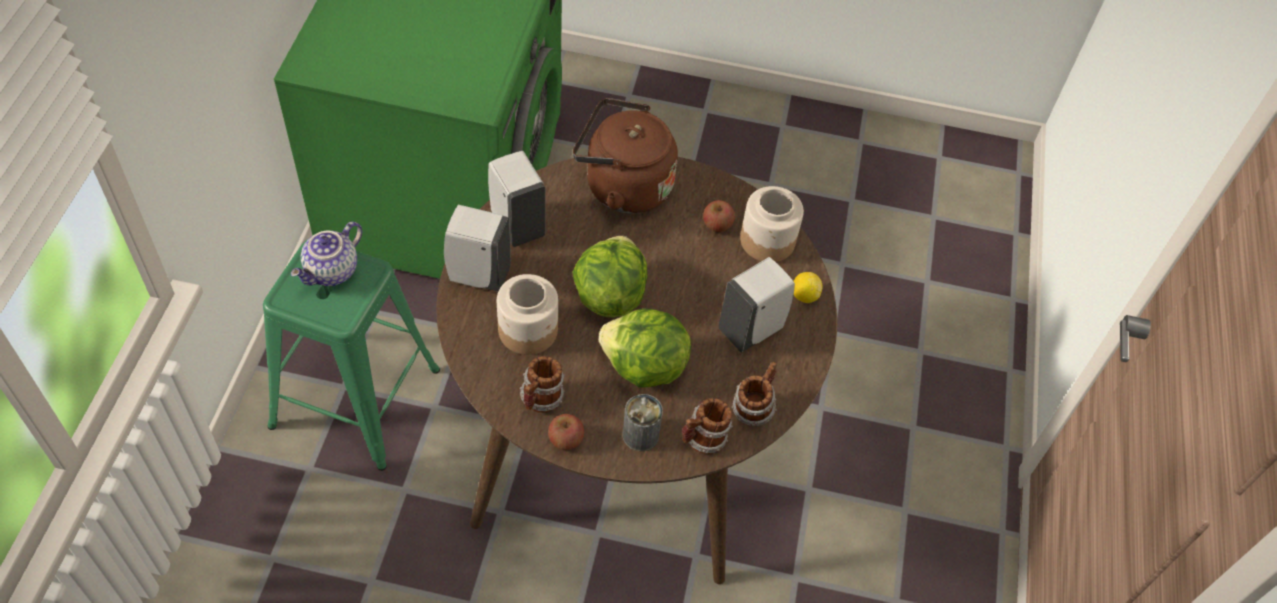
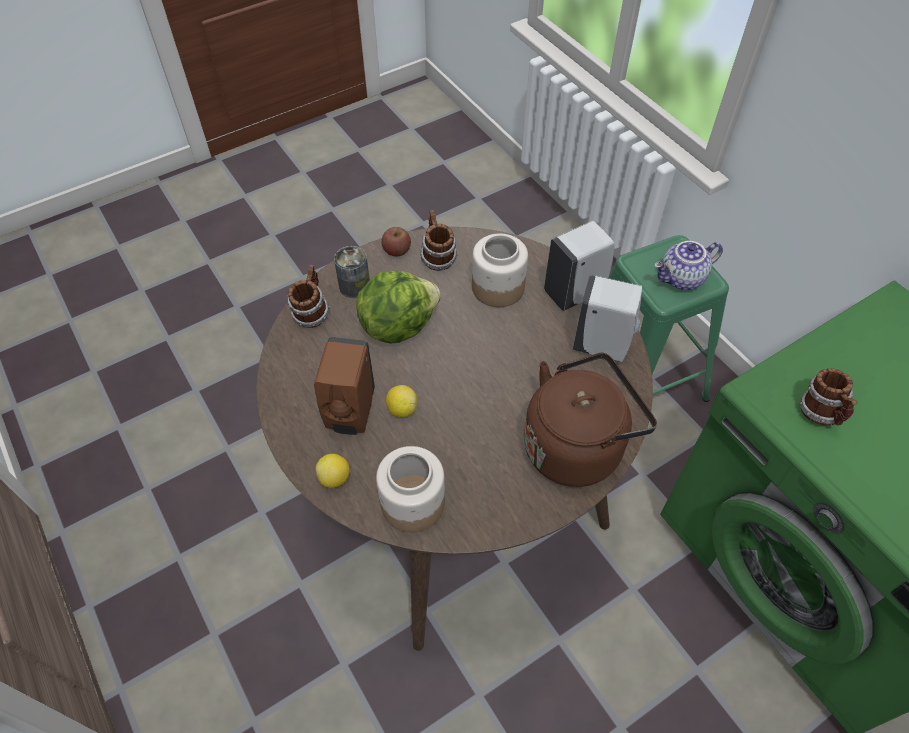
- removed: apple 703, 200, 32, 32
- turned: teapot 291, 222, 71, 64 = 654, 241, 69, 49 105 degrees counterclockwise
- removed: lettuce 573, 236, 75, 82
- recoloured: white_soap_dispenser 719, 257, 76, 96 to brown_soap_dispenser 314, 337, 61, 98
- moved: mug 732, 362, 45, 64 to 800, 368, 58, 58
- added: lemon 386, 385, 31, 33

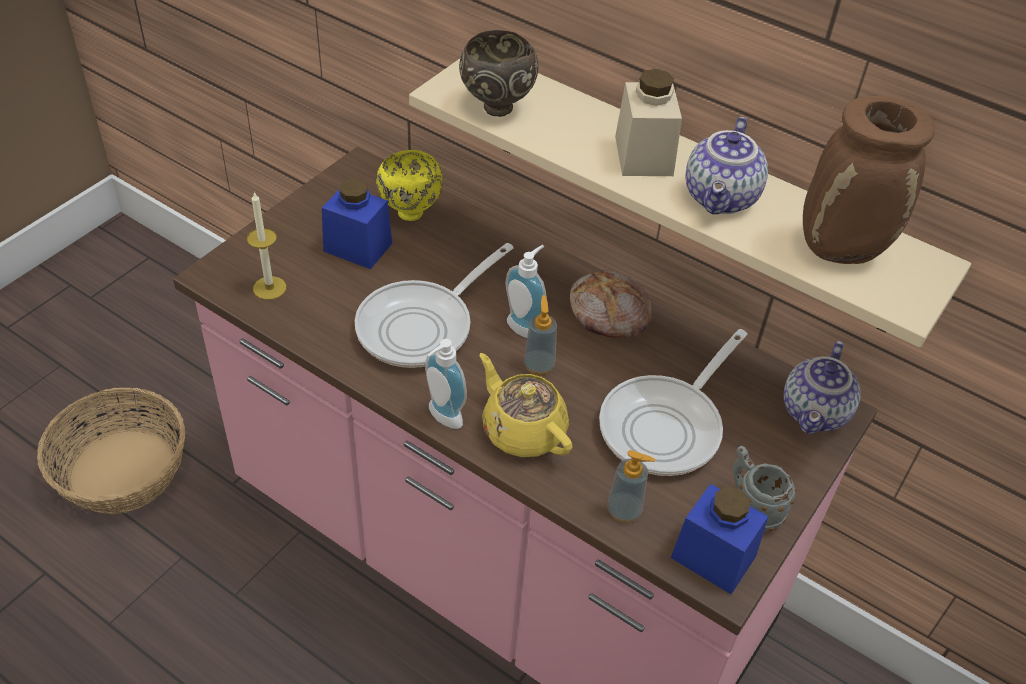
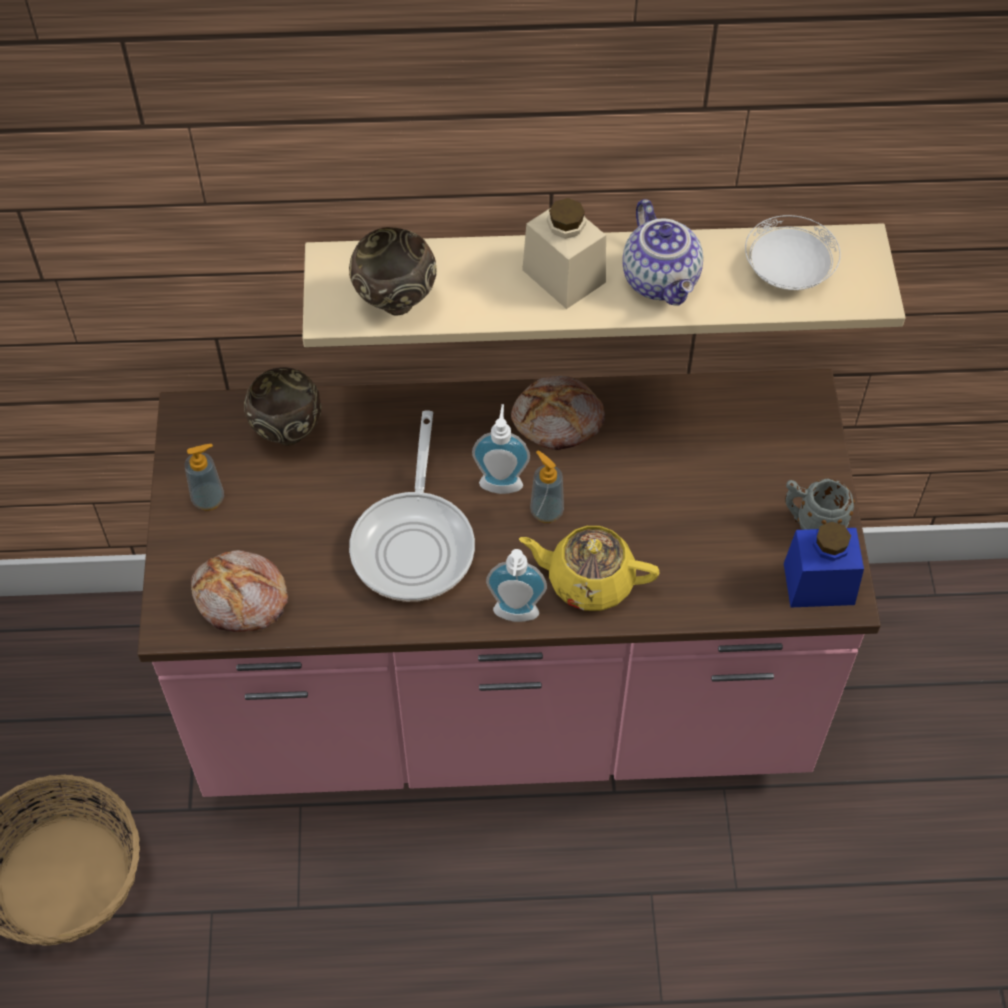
- replaced: brown_vase 803, 96, 132, 168 to white_plate 745, 215, 96, 75
- recoloured: yellow_bowl 376, 150, 67, 71 to brown_bowl 244, 367, 78, 79
- removed: blue_jar 322, 179, 70, 90
- replaced: candle 247, 192, 39, 108 to bread 191, 550, 97, 82
- removed: frying_pan 599, 329, 149, 147
- removed: teapot 783, 341, 77, 93
- moved: soap_dispenser 607, 450, 48, 73 to 185, 444, 39, 67

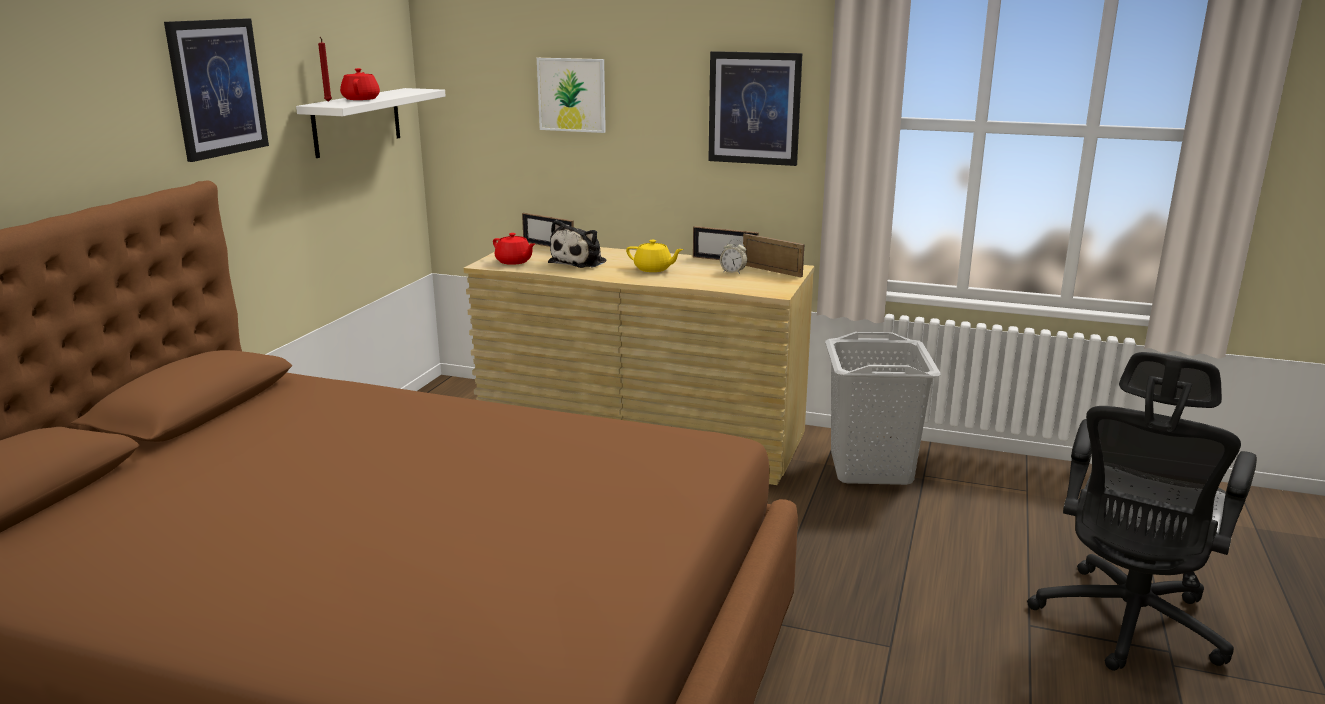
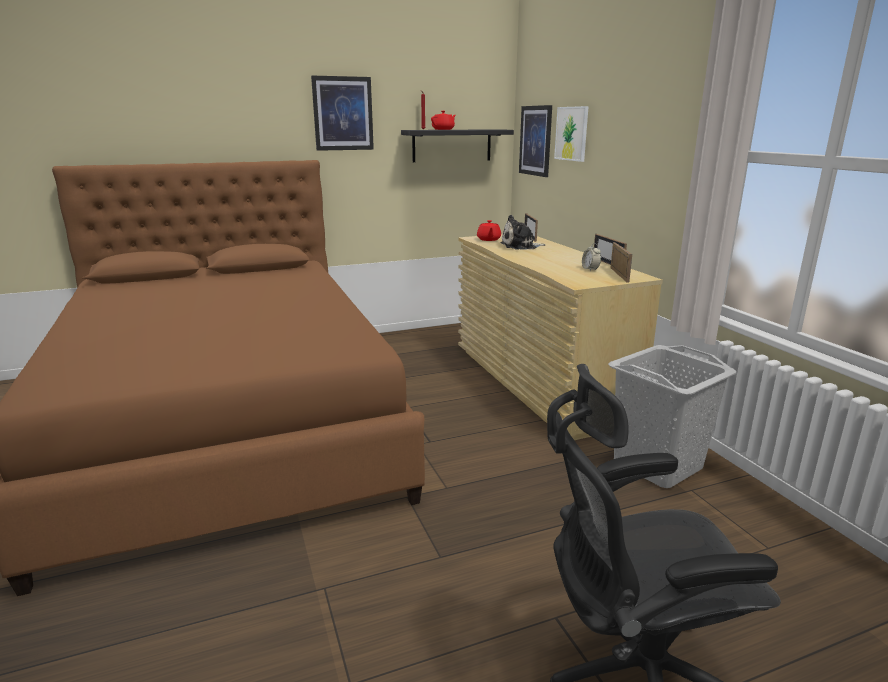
- moved: picture 708, 51, 94, 115 to 519, 105, 33, 72
- recoloured: white_shelf 296, 88, 150, 70 to black_shelf 401, 129, 113, 33
- removed: yellow_teapot 626, 240, 58, 32

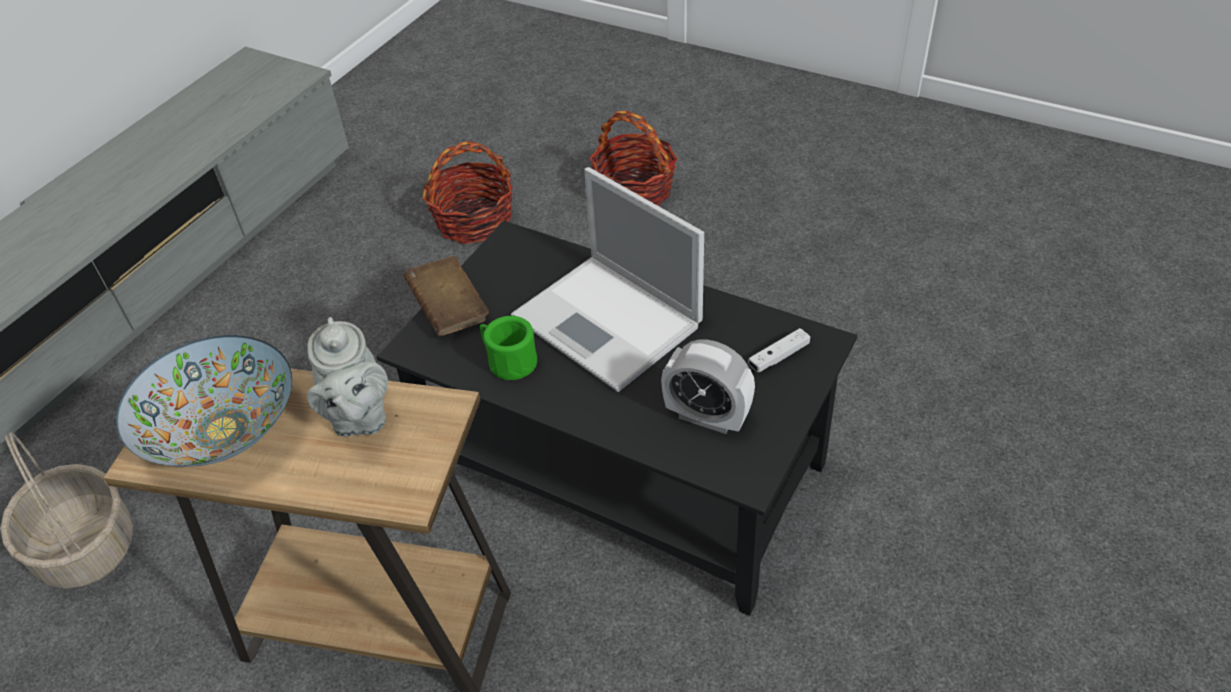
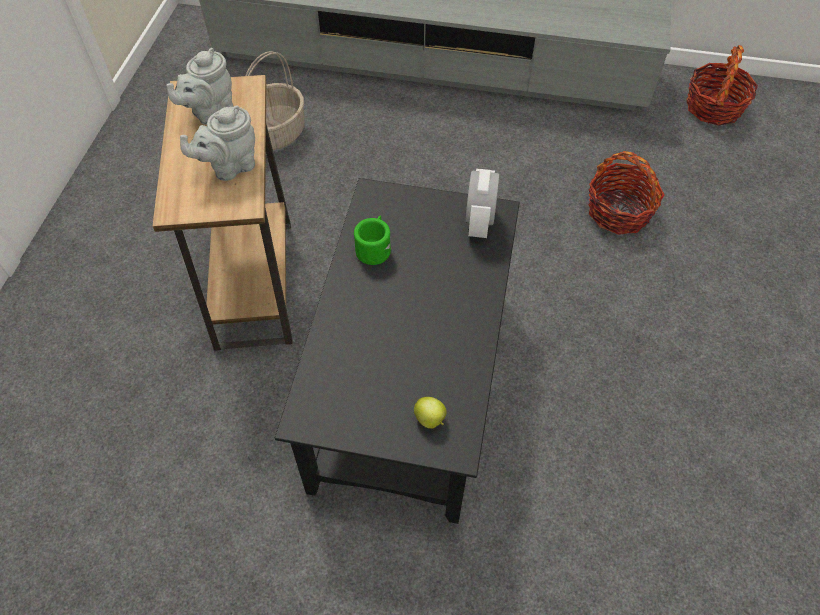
- moved: basket 589, 111, 88, 95 to 686, 45, 72, 81
- removed: laptop 511, 167, 193, 225
- removed: brown_book 404, 256, 85, 81
- replaced: white_game_controller 748, 328, 62, 45 to apple 414, 397, 33, 32
- replaced: bowl 116, 335, 176, 132 to grey_teapot 166, 48, 67, 77
- moved: alarm_clock 661, 339, 94, 95 to 465, 169, 34, 69

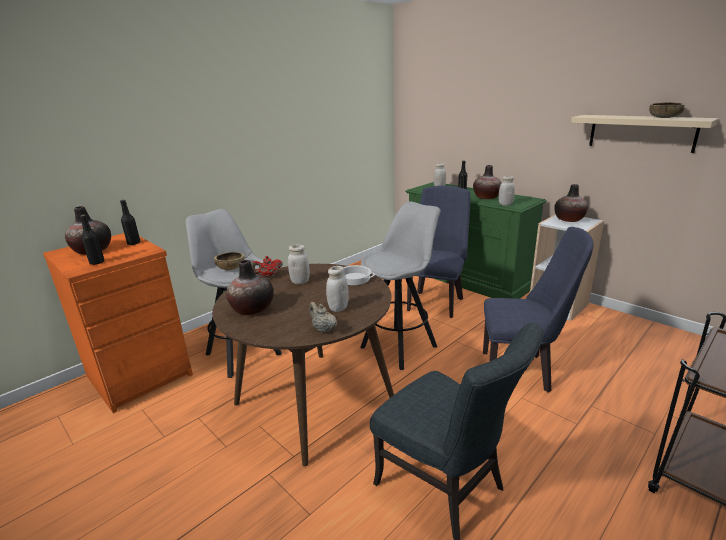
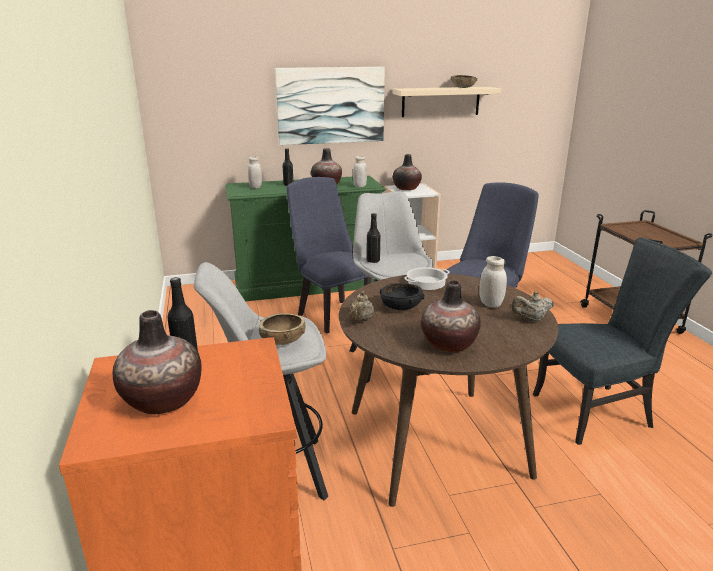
- moved: black_bottle 80, 215, 25, 50 to 366, 213, 14, 50
- replaced: white_jar 288, 245, 22, 39 to black_bowl 380, 283, 44, 27
- recoloured: red_teapot 251, 256, 32, 22 to beige_teapot 350, 291, 24, 30
- added: picture 275, 67, 110, 78

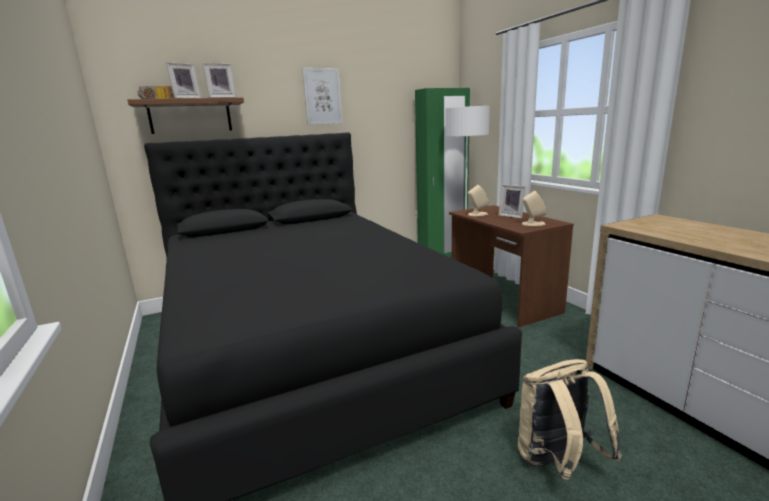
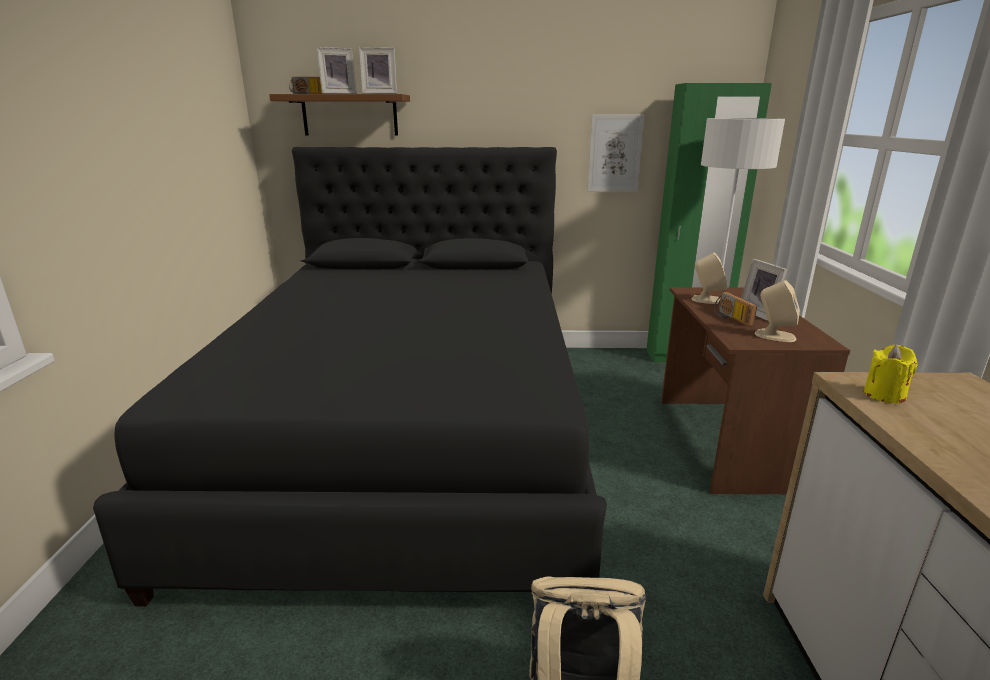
- moved: picture 302, 68, 41, 57 to 587, 115, 57, 77
- added: radio 714, 292, 43, 34
- added: yellow_candle 864, 345, 54, 59

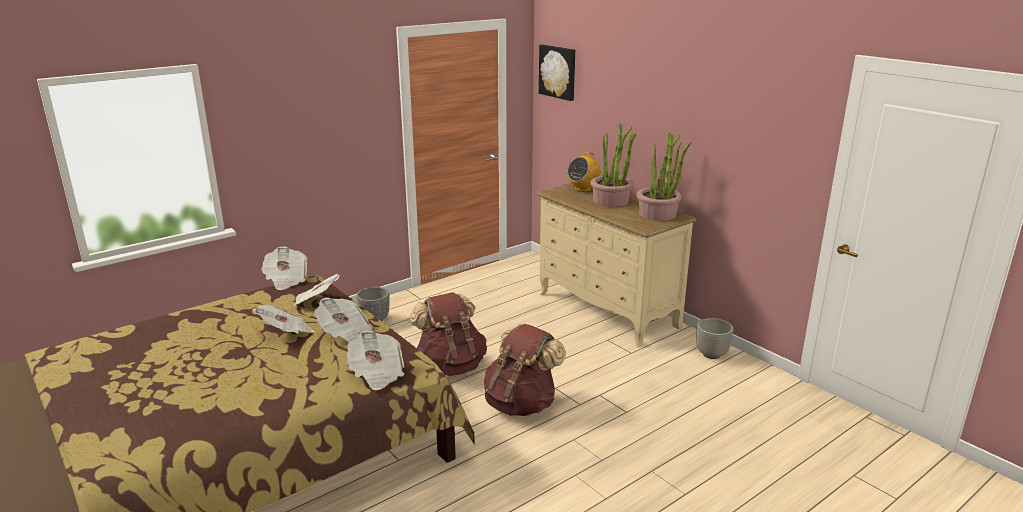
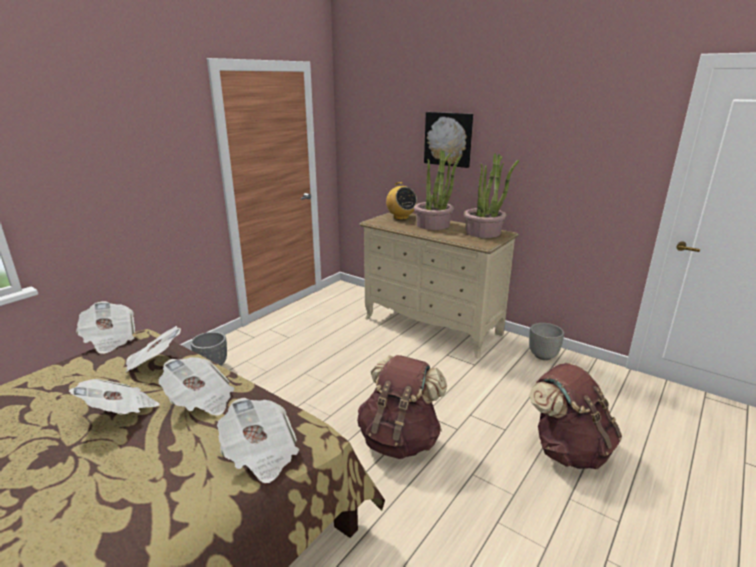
- moved: picture 539, 44, 36, 57 to 424, 112, 49, 56
- turned: radio 567, 152, 34, 40 = 386, 182, 31, 38 60 degrees counterclockwise
- moved: brown_backpack 410, 292, 77, 84 to 529, 362, 93, 107

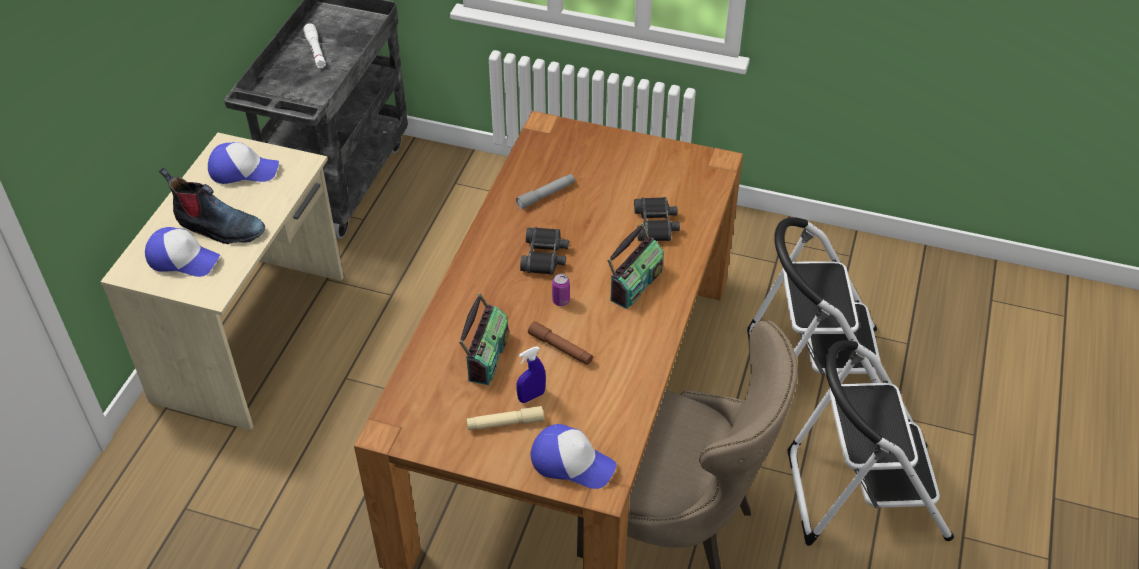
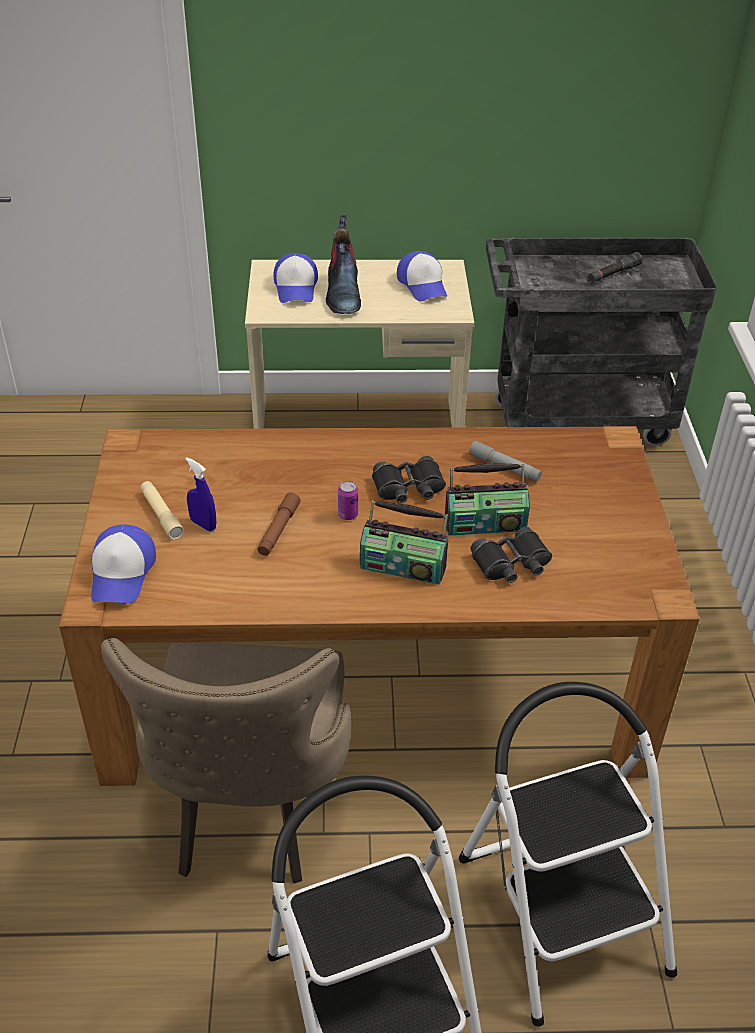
- recoloured: white_flashlight 304, 24, 22, 44 to black_flashlight 587, 252, 56, 31
- moved: radio 459, 293, 50, 92 to 444, 463, 86, 73

